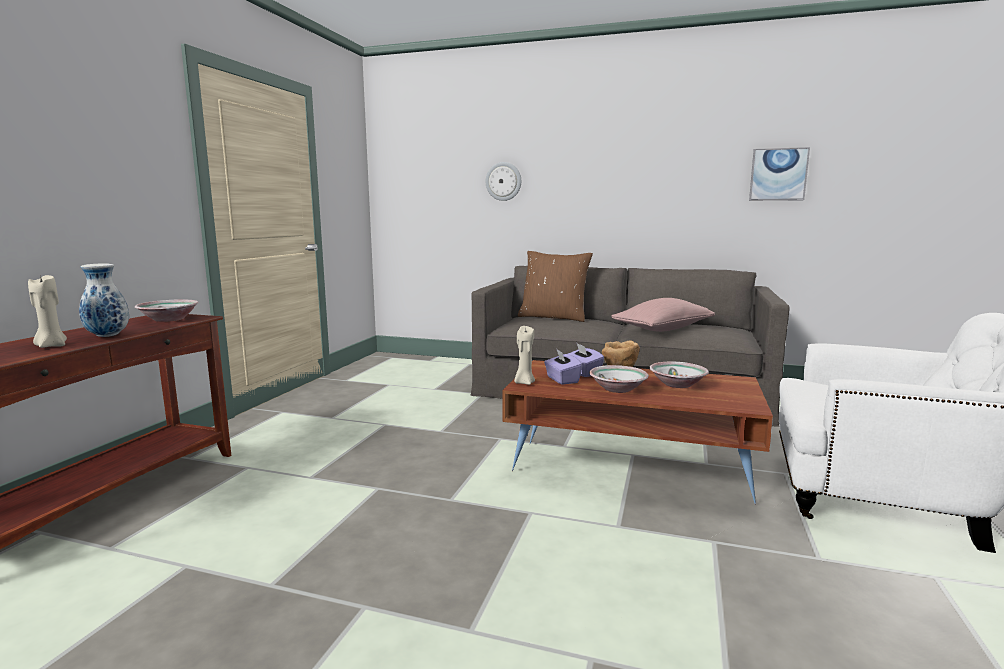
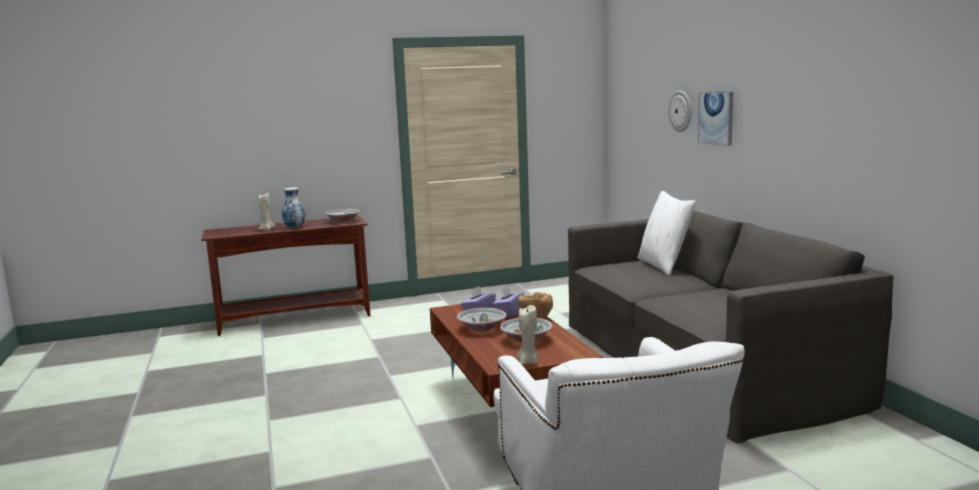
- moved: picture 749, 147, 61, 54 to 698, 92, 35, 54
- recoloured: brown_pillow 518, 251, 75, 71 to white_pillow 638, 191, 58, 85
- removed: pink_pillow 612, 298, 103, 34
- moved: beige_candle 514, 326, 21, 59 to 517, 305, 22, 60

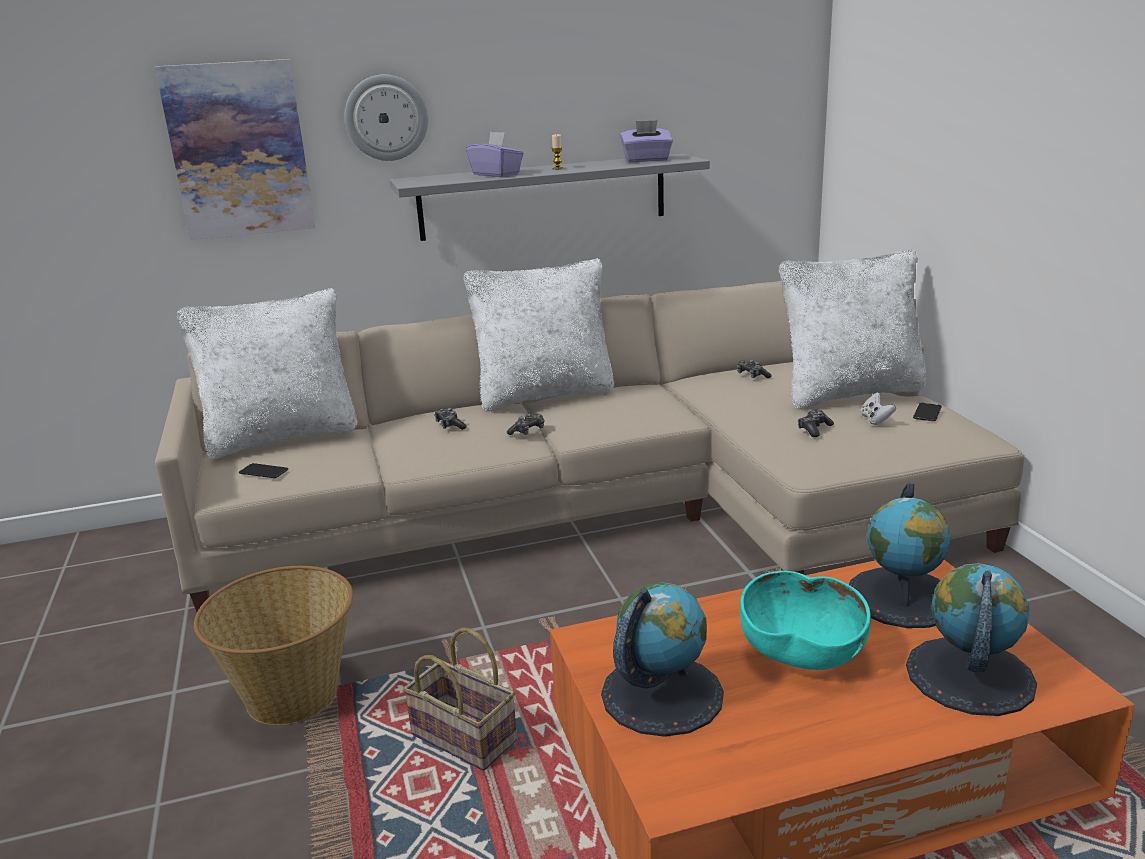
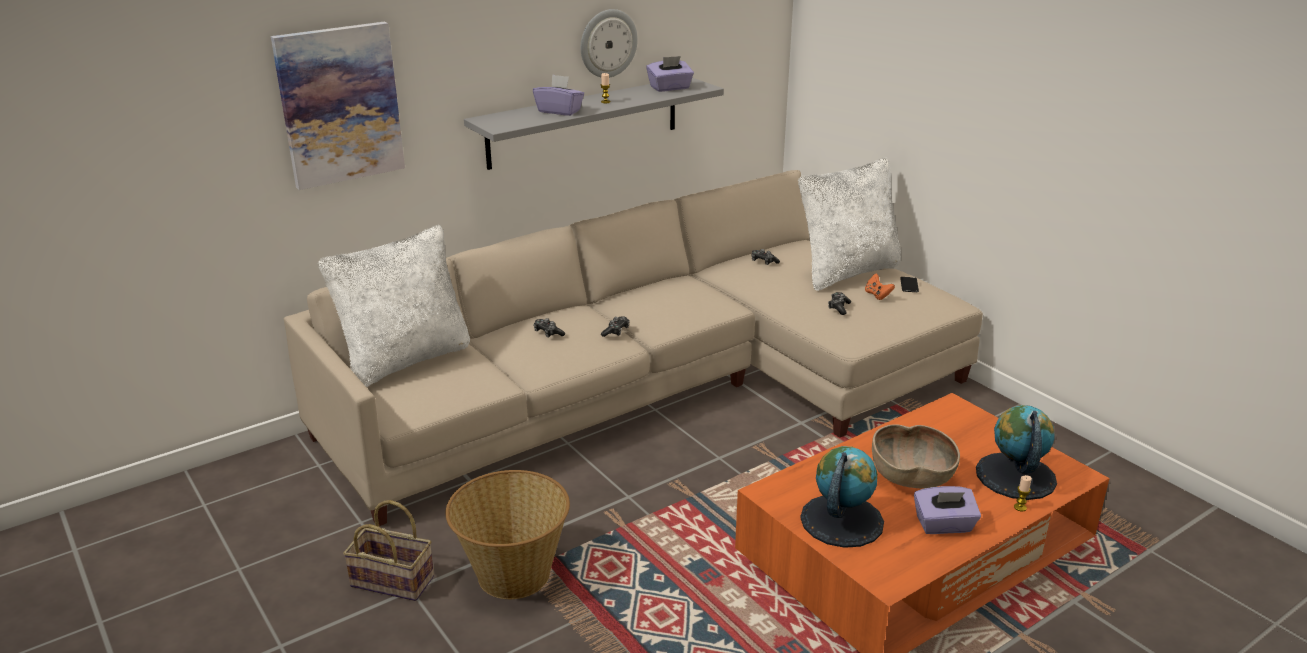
- moved: wall_clock 345, 74, 83, 87 to 581, 9, 57, 69
- removed: white_pillow 463, 258, 151, 153
- recoloured: white_game_controller 860, 392, 36, 33 to orange_game_controller 865, 273, 30, 27
- removed: phone 239, 463, 49, 15
- removed: globe 849, 482, 101, 146
- recoloured: turquoise_bowl 740, 571, 131, 99 to brown_bowl 872, 424, 88, 64
- moved: basket 403, 628, 114, 143 to 343, 500, 91, 101
- added: candle 1014, 475, 18, 36
- added: purple_tissue_box 914, 486, 67, 48

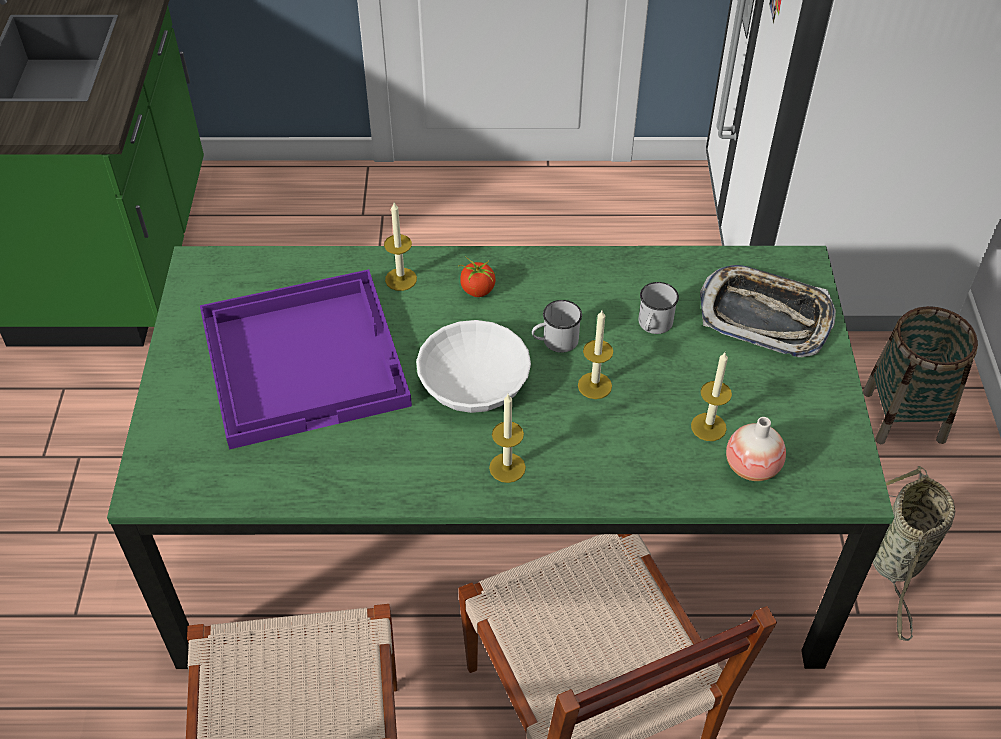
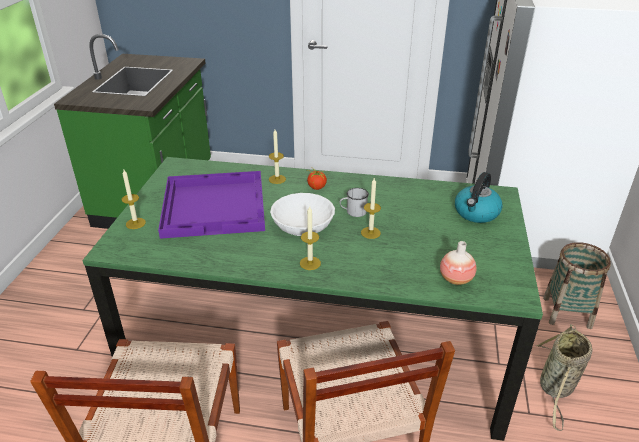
- replaced: tray 700, 265, 136, 92 to kettle 455, 172, 48, 51
- removed: white_mug 638, 282, 41, 52
- moved: candle 691, 352, 41, 89 to 122, 170, 24, 59

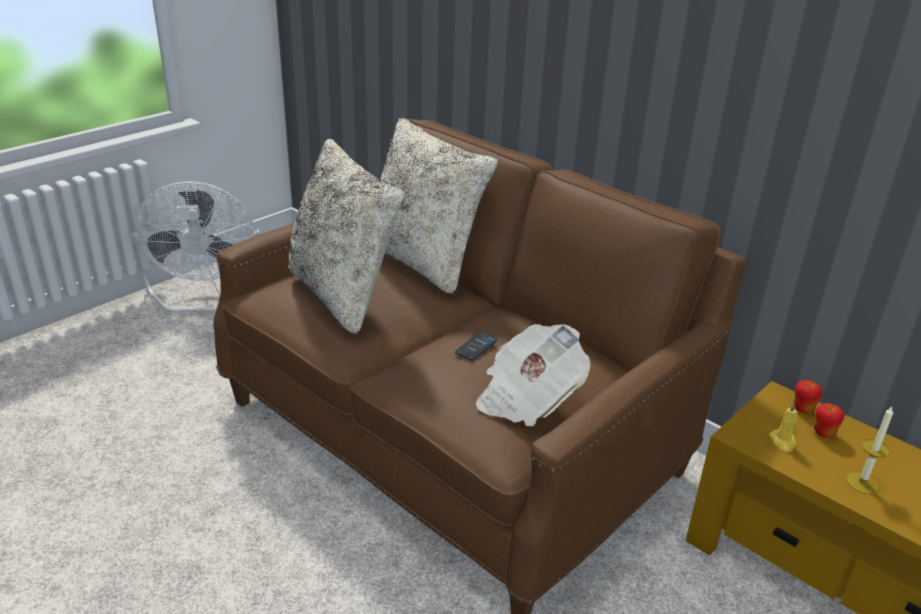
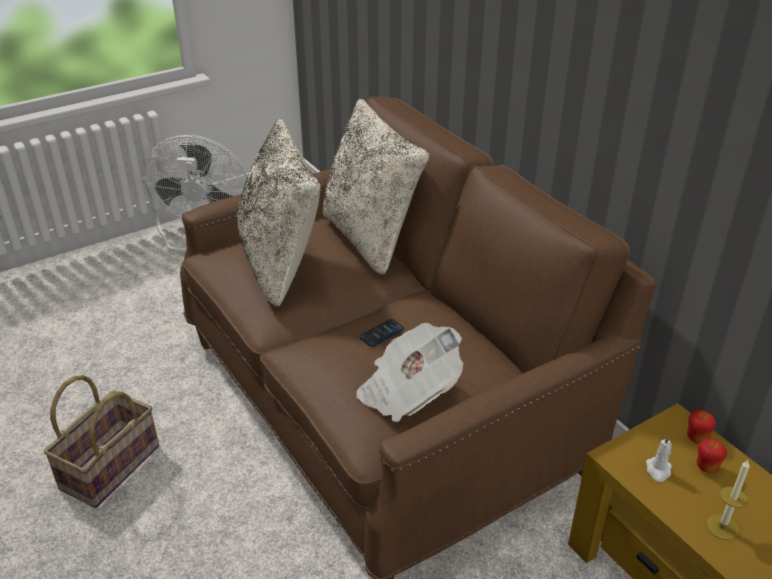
- recoloured: yellow_candle 769, 402, 28, 50 to white_candle 646, 435, 26, 47
- added: basket 44, 375, 115, 133

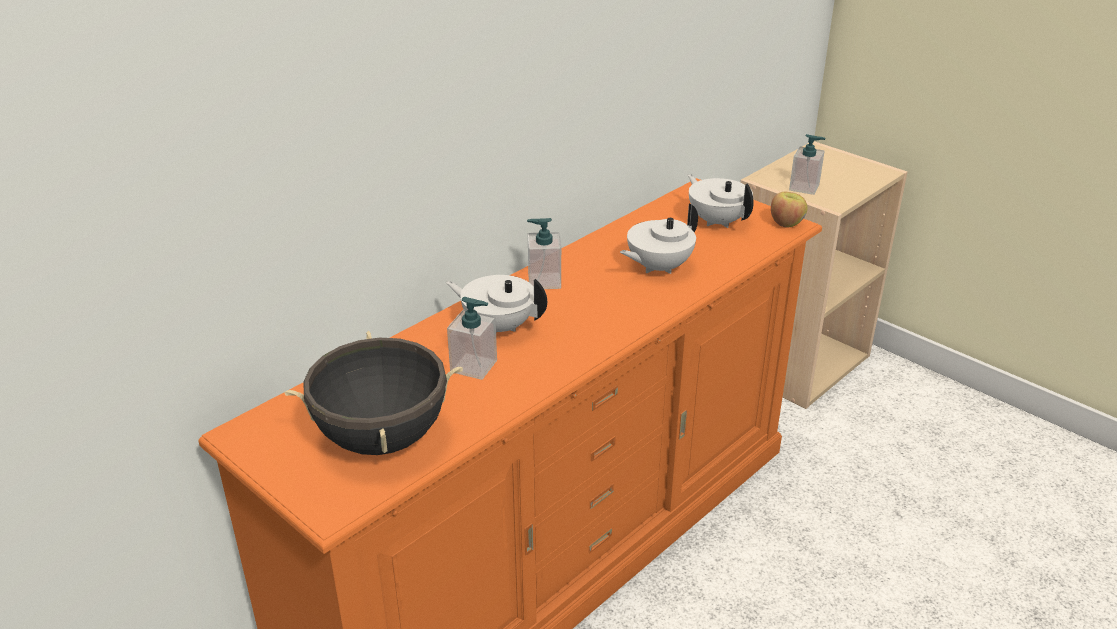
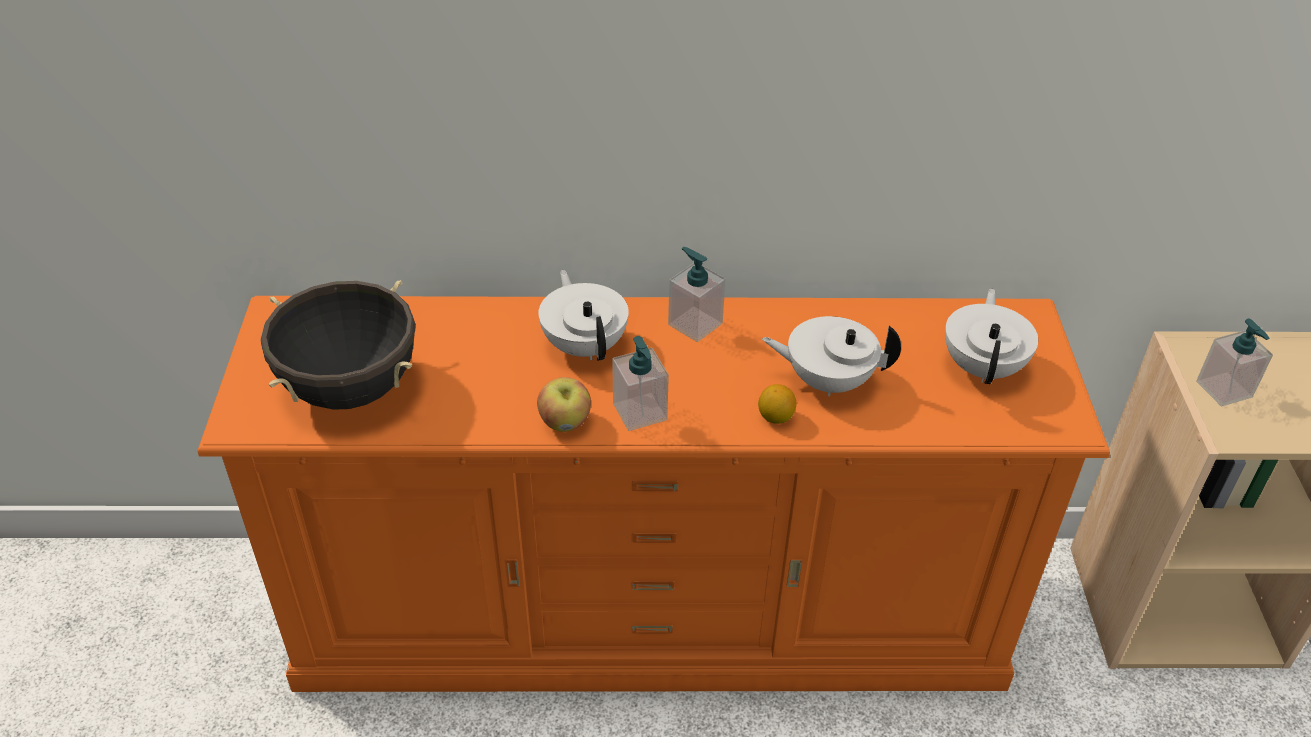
- moved: apple 771, 192, 37, 36 to 537, 377, 54, 55
- moved: soap_dispenser 447, 297, 50, 83 to 612, 336, 57, 95
- added: lemon 758, 384, 39, 40

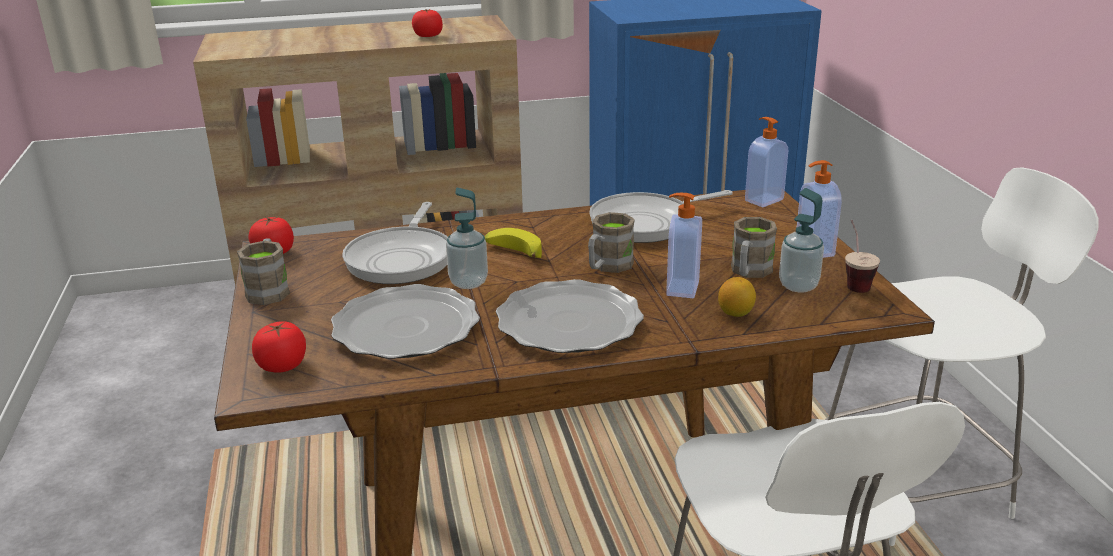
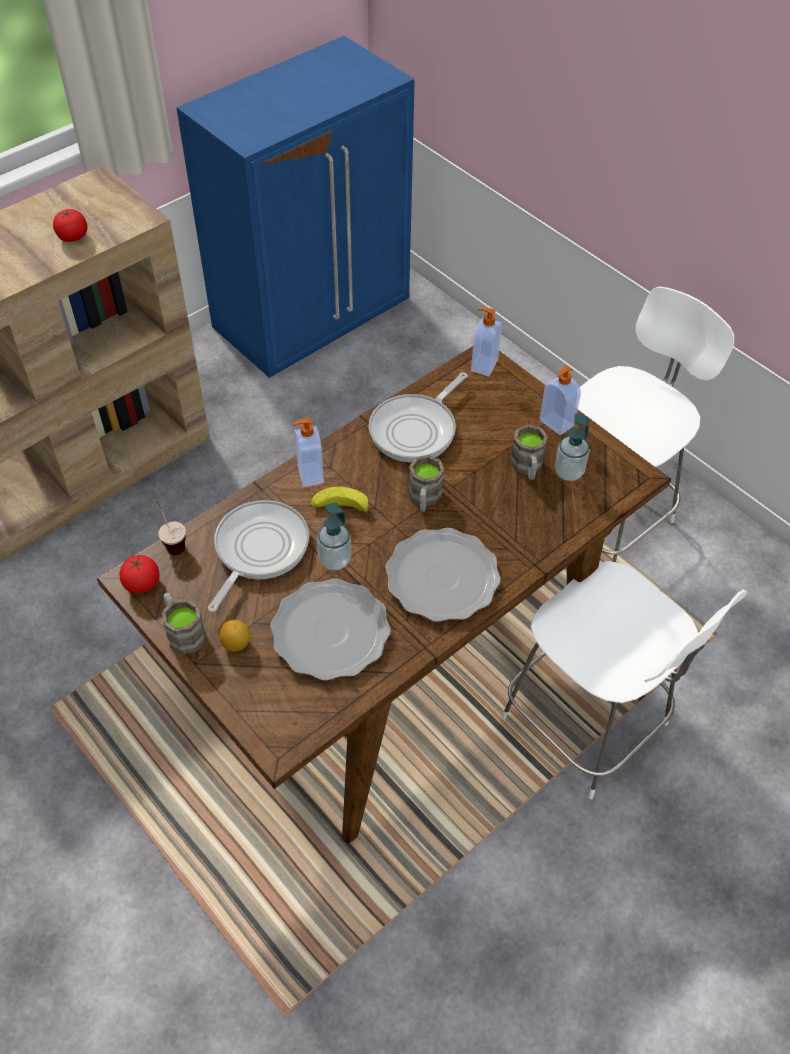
- moved: soap_dispenser 666, 193, 36, 105 to 293, 418, 31, 69
- turned: frying_pan 342, 202, 106, 82 = 208, 500, 101, 112 135 degrees counterclockwise
- moved: cup 845, 220, 35, 73 to 154, 496, 32, 59
- moved: lemon 718, 277, 38, 40 to 219, 620, 31, 31
- removed: tomato 252, 321, 54, 52

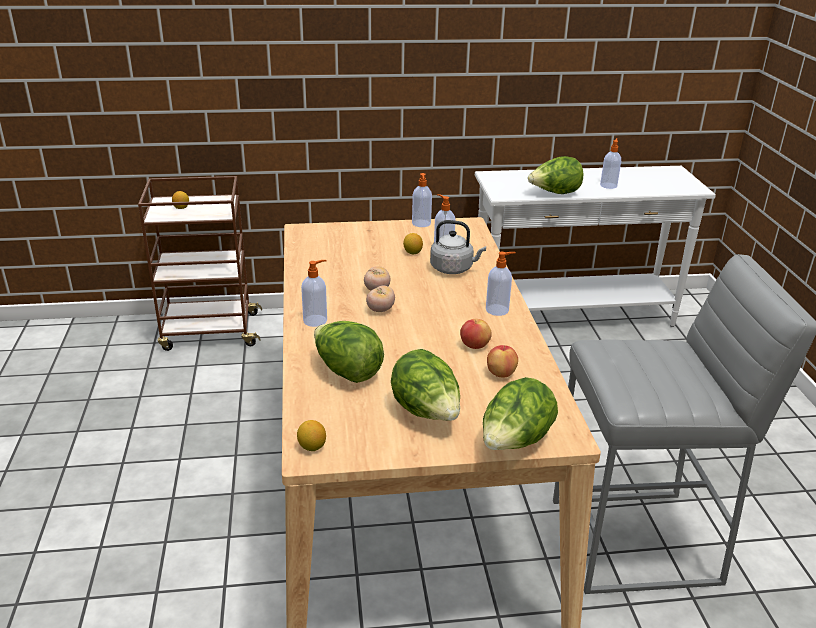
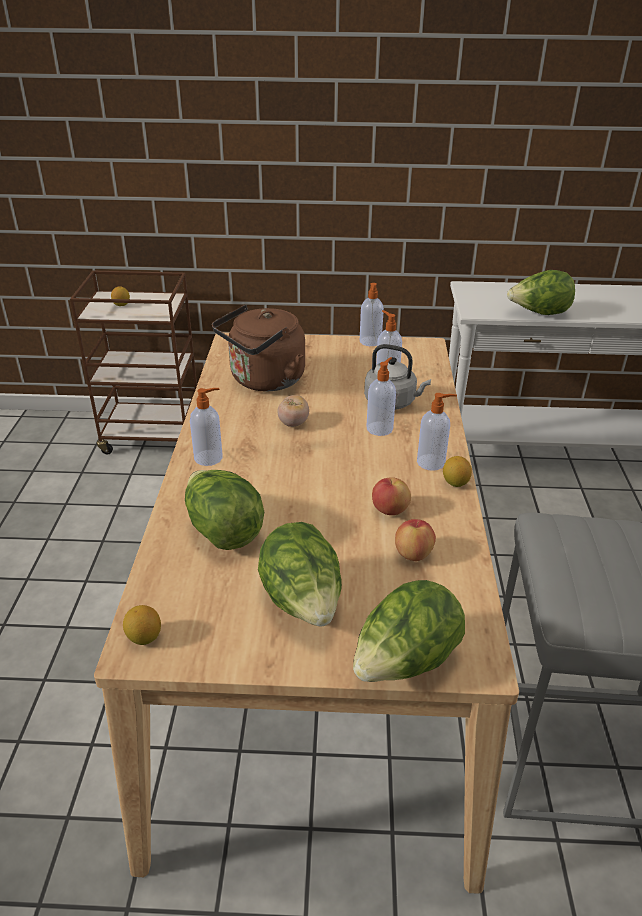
- moved: soap_dispenser 600, 138, 21, 51 to 366, 357, 30, 79
- moved: lemon 403, 233, 20, 22 to 443, 456, 29, 31
- removed: tomato 366, 286, 29, 26
- added: brown_kettle 212, 305, 93, 86

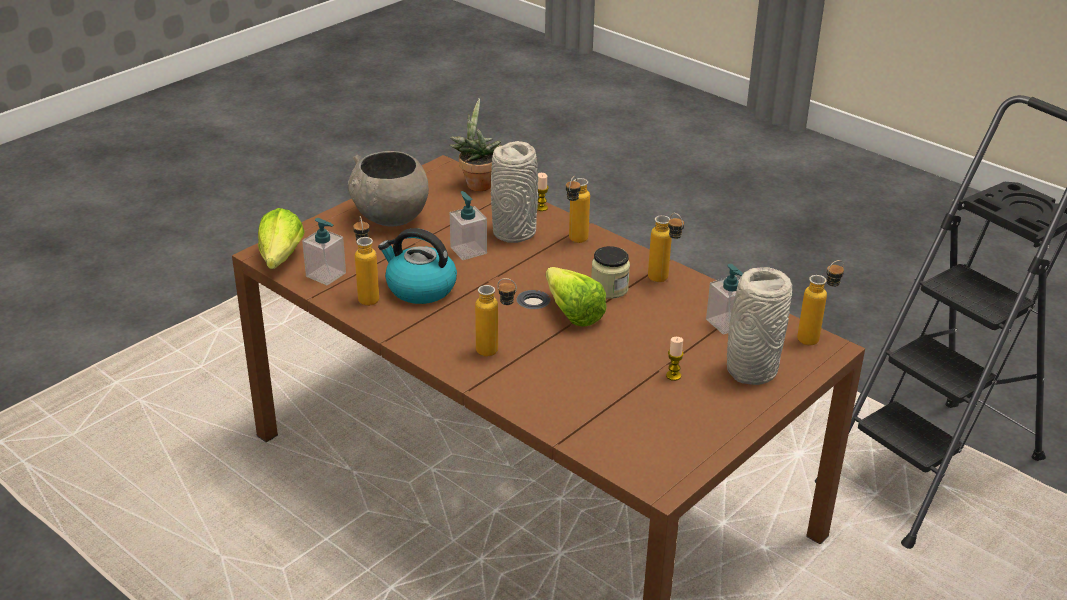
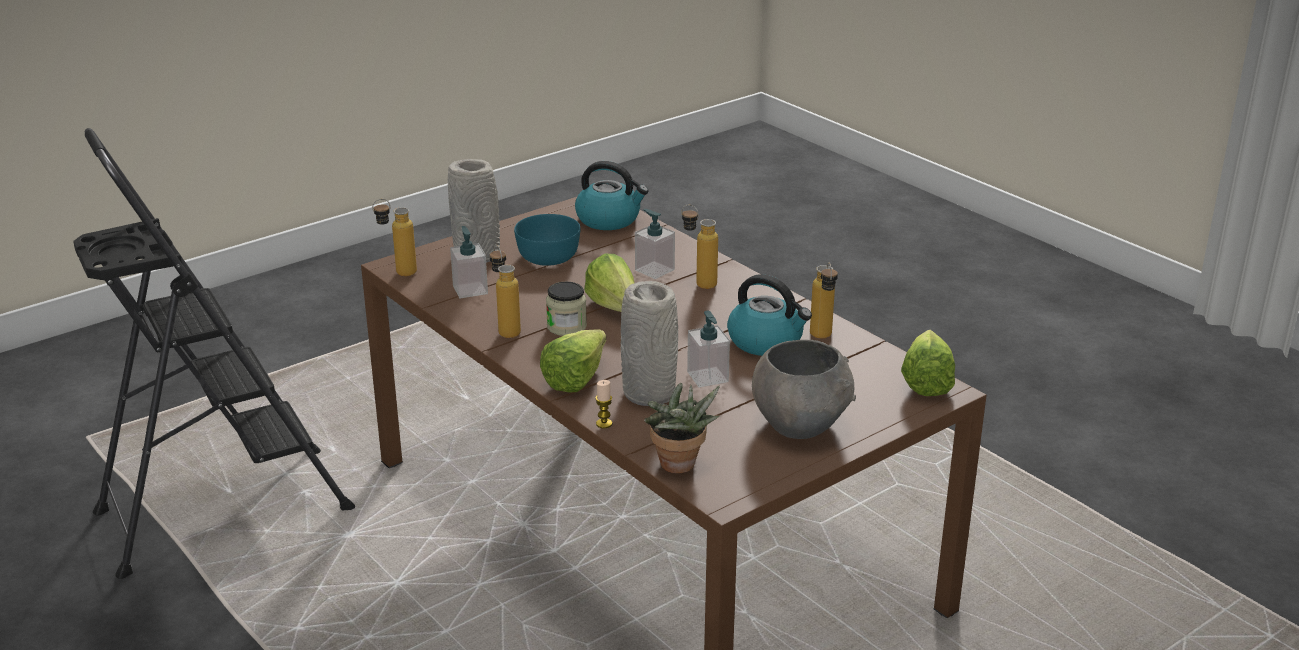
- replaced: bottle 566, 176, 24, 67 to lettuce 540, 329, 66, 64
- moved: soap_dispenser 302, 218, 44, 67 to 635, 209, 40, 70
- replaced: candle 666, 337, 18, 44 to turquoise_bowl 514, 214, 66, 52
- added: kettle 575, 161, 74, 69

